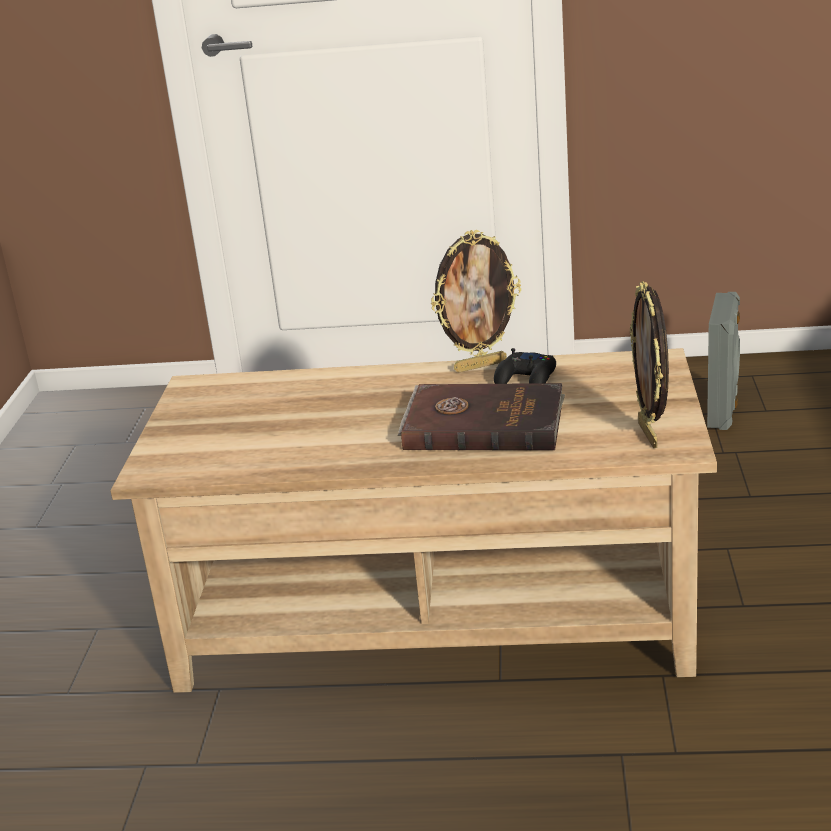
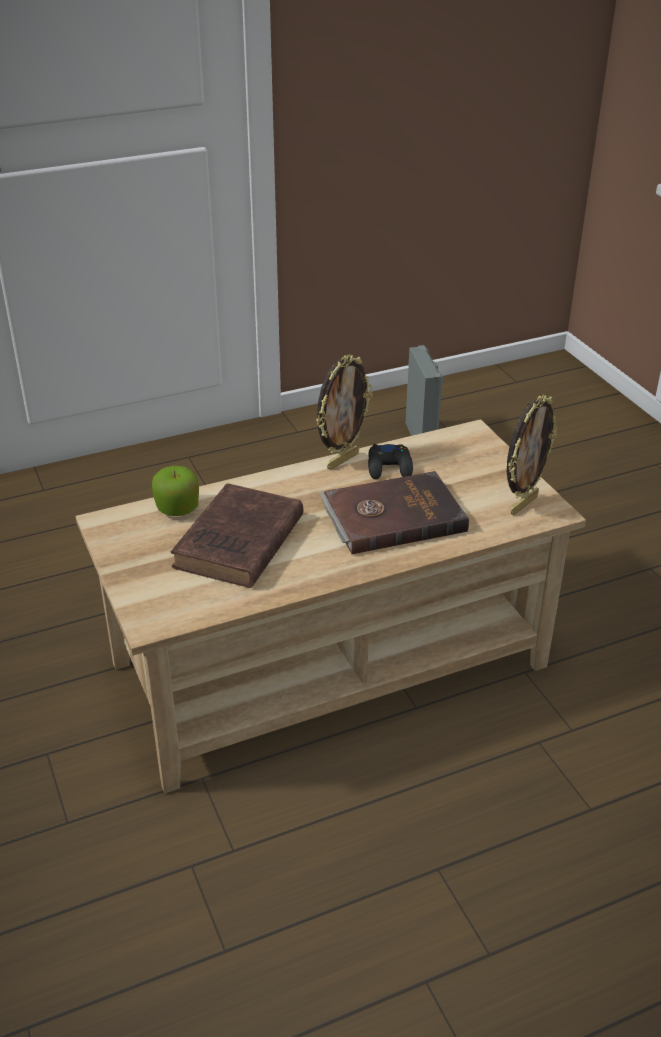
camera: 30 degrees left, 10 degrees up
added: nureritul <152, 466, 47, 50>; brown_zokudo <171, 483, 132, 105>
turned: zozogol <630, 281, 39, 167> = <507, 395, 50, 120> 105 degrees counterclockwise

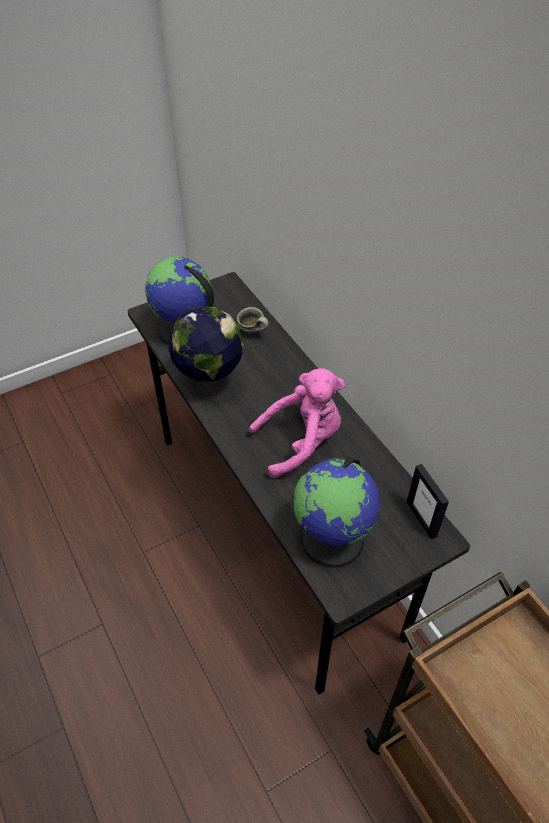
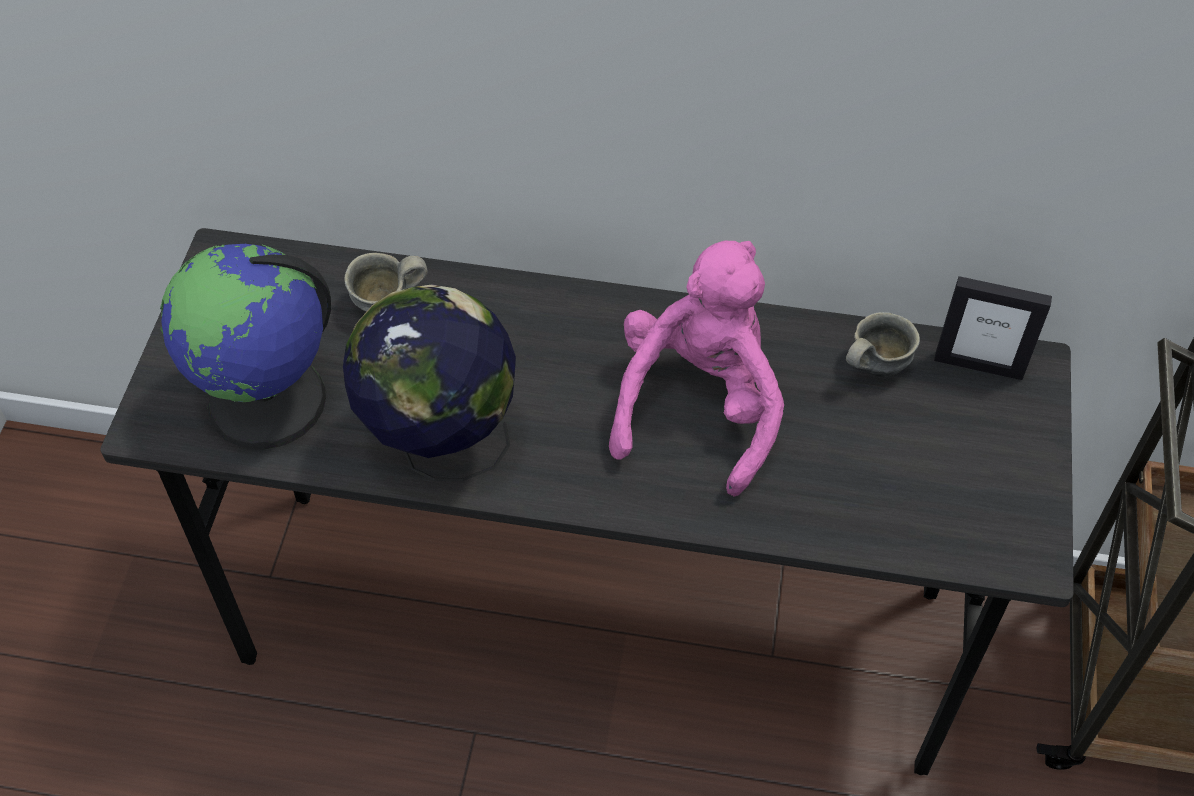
camera: 50 degrees left, 5 degrees up
removed: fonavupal <294, 457, 86, 111>
added: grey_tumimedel <846, 312, 74, 65>

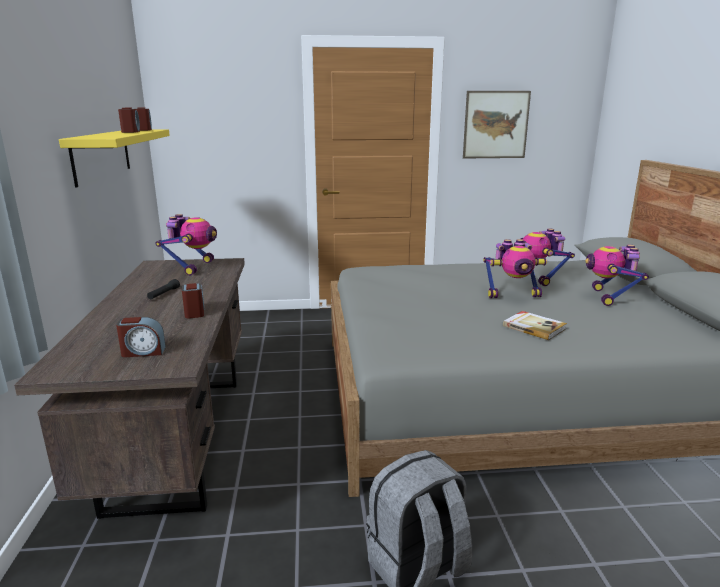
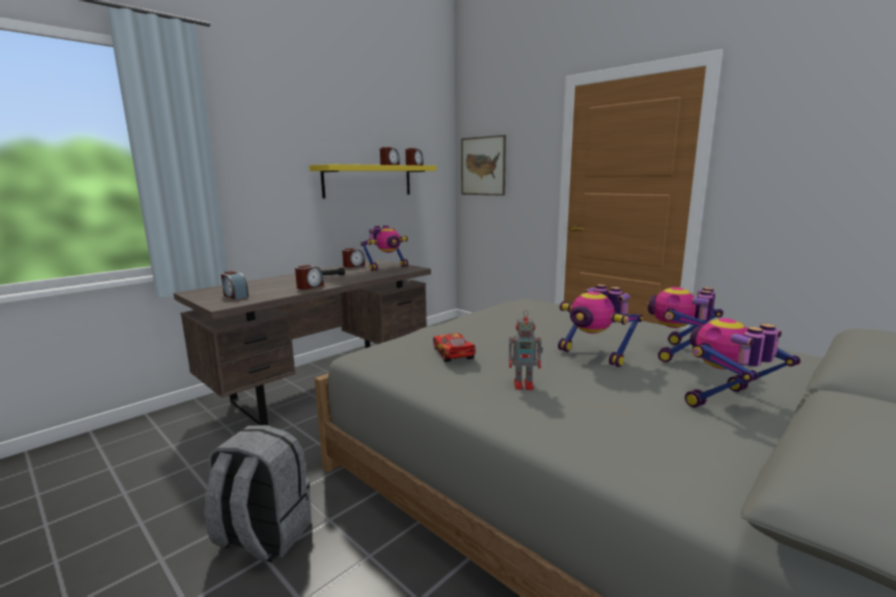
camera: 50 degrees right, 5 degrees down
added: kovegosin <342, 248, 23, 20>; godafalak <433, 333, 43, 29>
moved: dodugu <463, 91, 68, 68> to <461, 135, 45, 61>
replaced: zokudo <503, 311, 64, 29> to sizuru <509, 310, 34, 80>

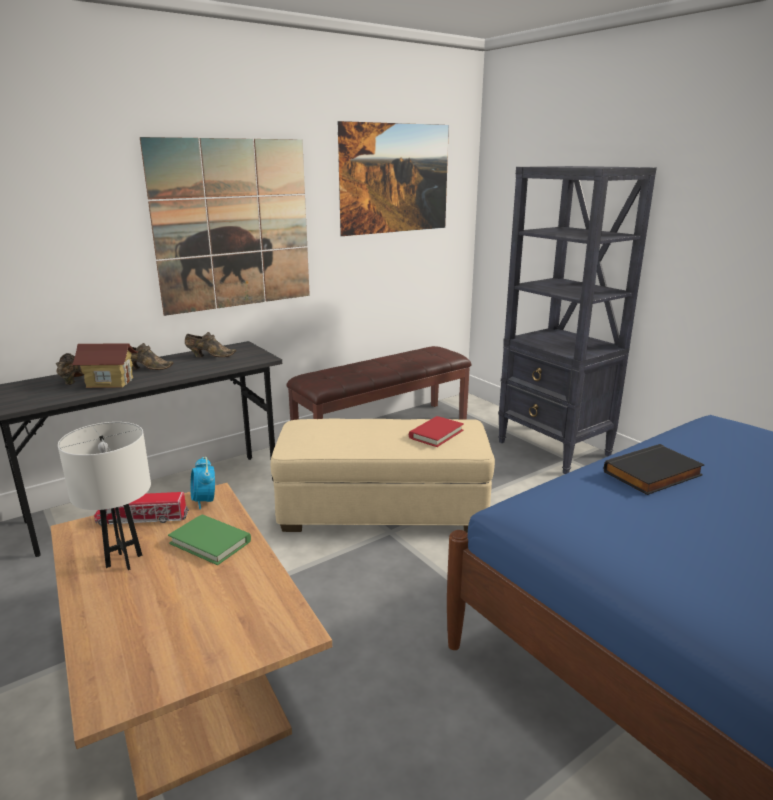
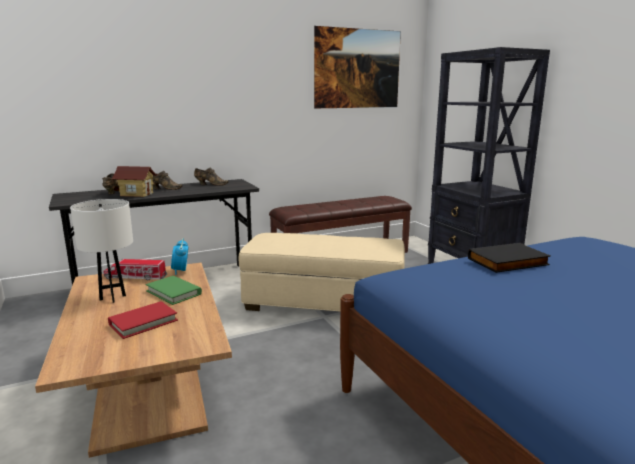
camera: 10 degrees right, 5 degrees down
removed: dodugu <140, 137, 170, 179>
moved: red_zokudo <409, 416, 55, 31> to <108, 301, 70, 38>

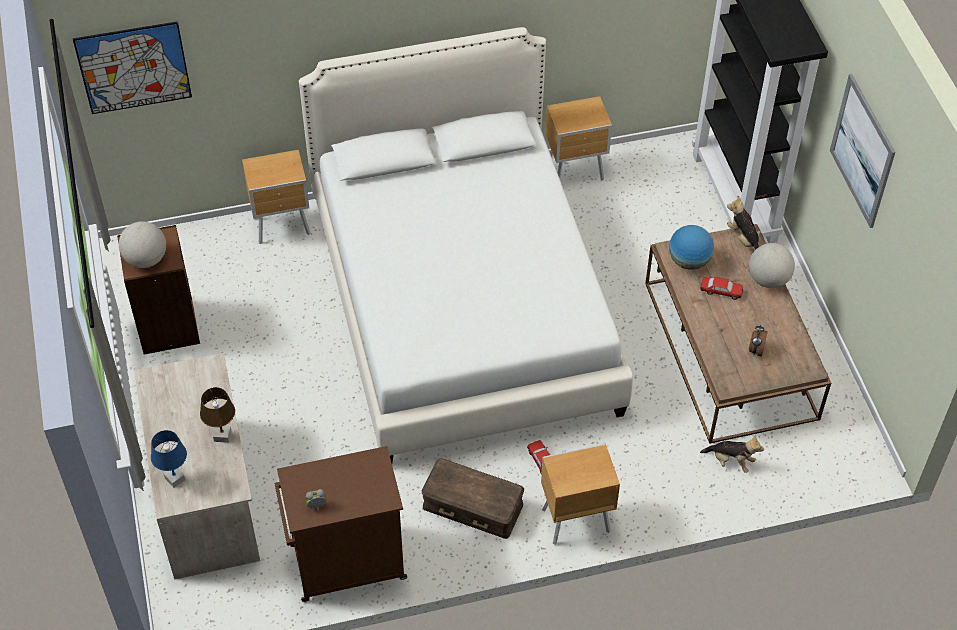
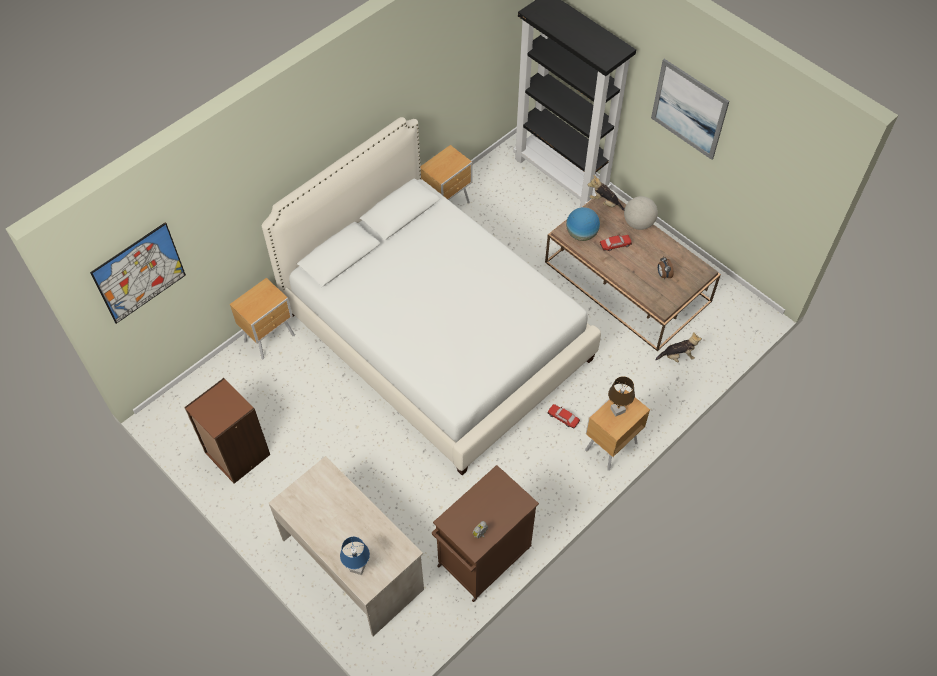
camera: 30 degrees left, 5 degrees up
removed: fonavupal <119, 221, 47, 47>; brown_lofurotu <422, 459, 102, 80>
moved: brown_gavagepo <200, 387, 35, 56> to <608, 376, 27, 41>

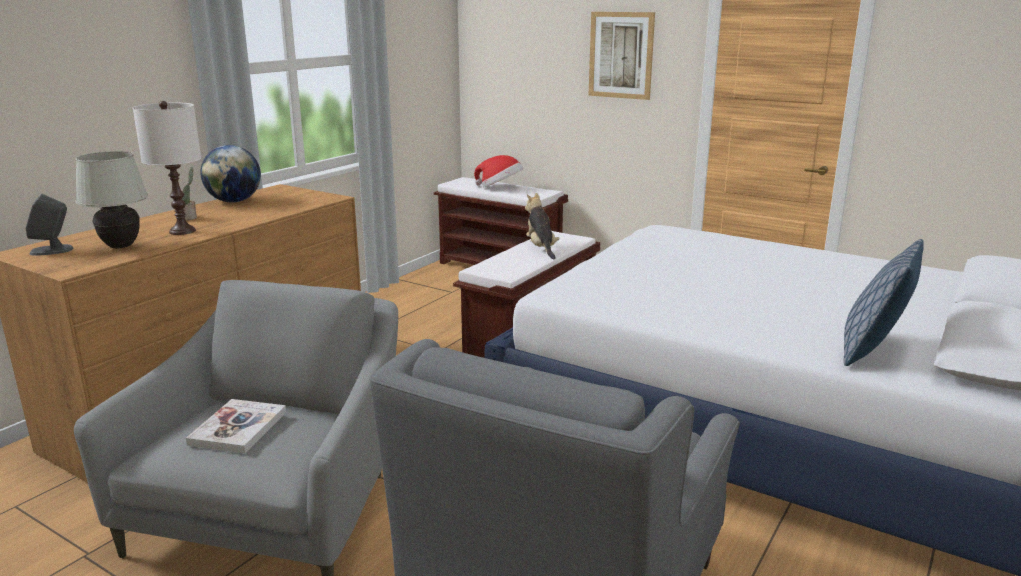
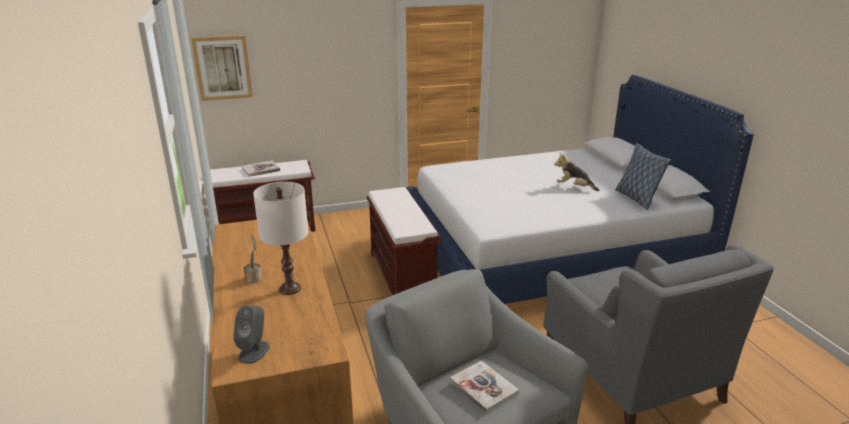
camera: 50 degrees left, 5 degrees up
removed: white_gavagepo <75, 151, 73, 97>; fonavupal <200, 145, 61, 58>
moved: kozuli <525, 193, 35, 66> to <554, 153, 45, 38>; dodugu <588, 12, 67, 88> to <191, 35, 62, 66>
replaced: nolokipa <474, 155, 49, 32> to zokudo <242, 160, 38, 17>

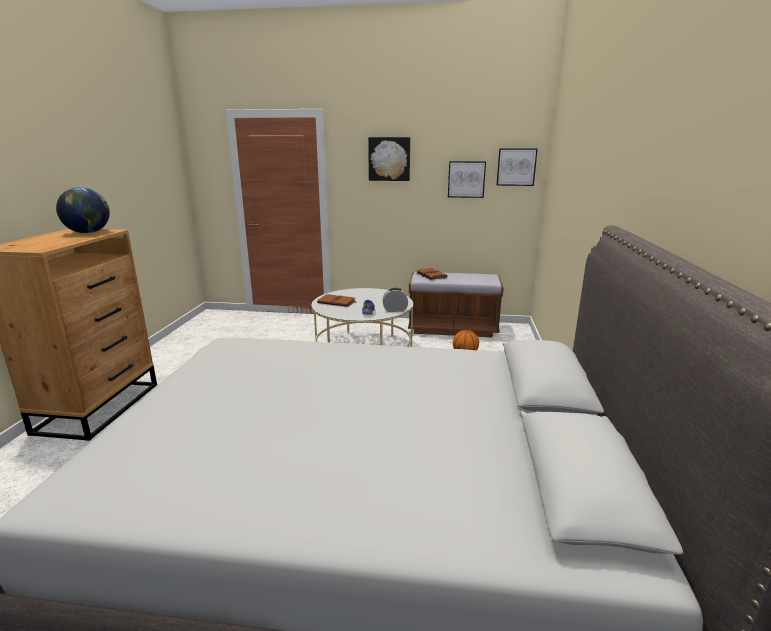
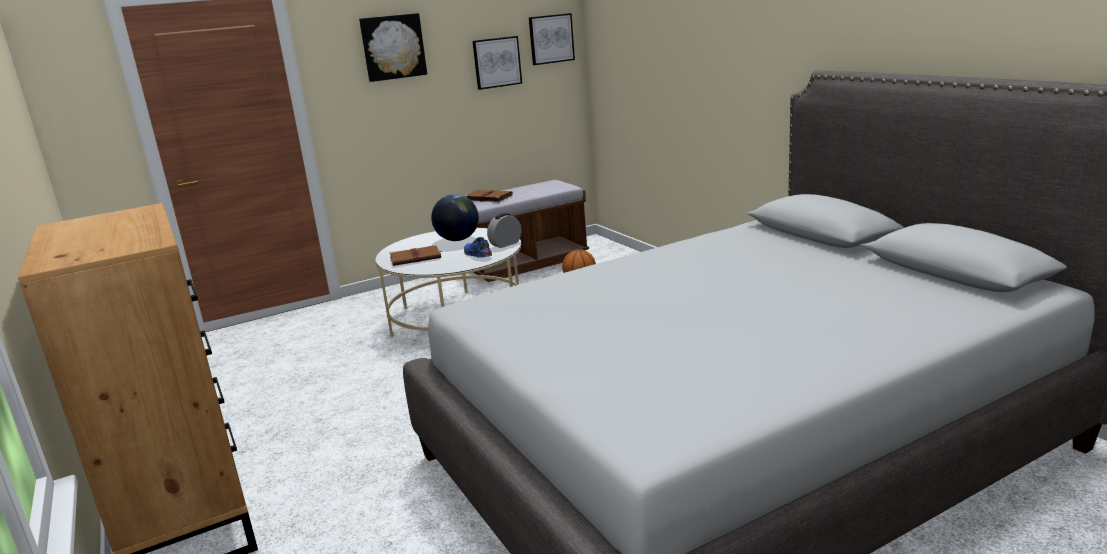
camera: 35 degrees left, 0 degrees up
moved: fonavupal <56, 187, 54, 46> to <431, 194, 48, 47>

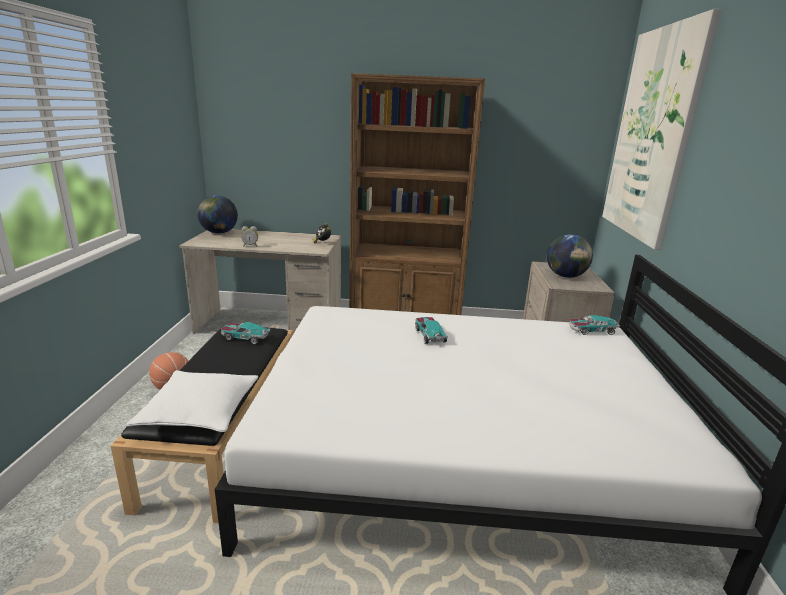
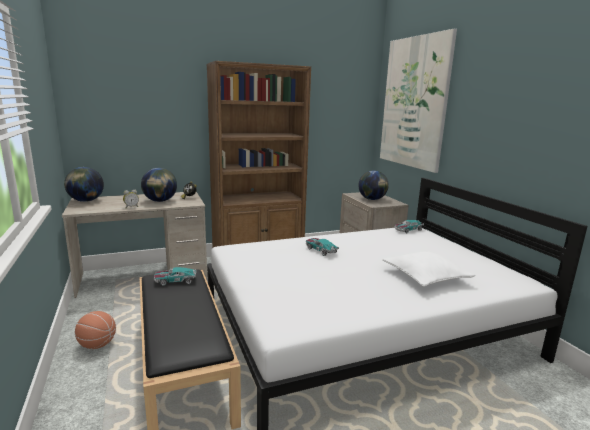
camera: 25 degrees left, 5 degrees down
added: fonavupal <141, 168, 36, 34>
moved: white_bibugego <126, 370, 132, 62> to <382, 251, 93, 36>

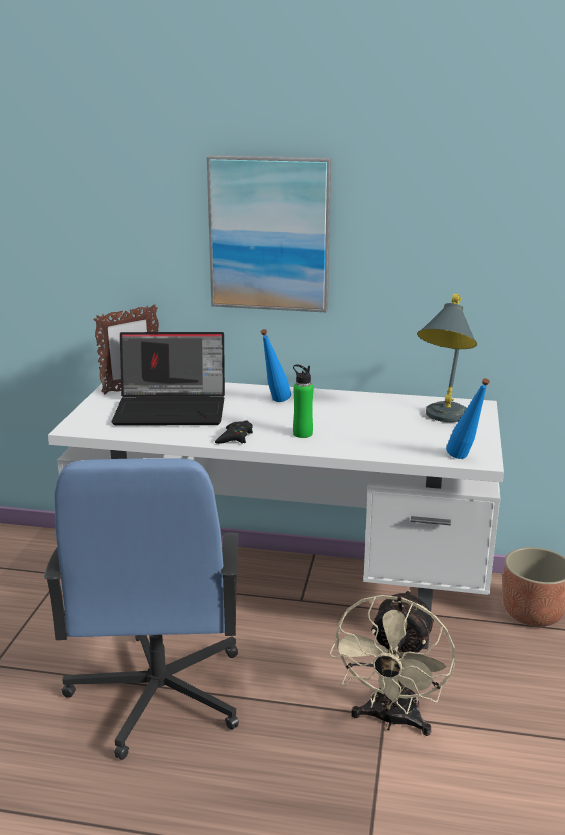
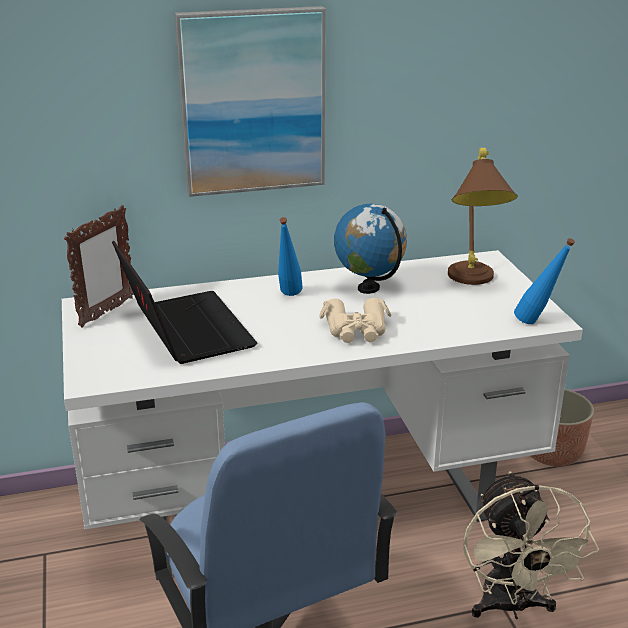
camera: 25 degrees left, 5 degrees up
removed: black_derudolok <215, 420, 38, 24>
added: fonavupal <334, 204, 73, 90>
replaced: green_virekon <293, 364, 20, 74> to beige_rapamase <319, 298, 73, 45>
recoloured: grey_gavagepo <417, 294, 60, 128> to brown_gavagepo <448, 148, 70, 137>
turned: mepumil <111, 332, 114, 93> = <112, 241, 145, 123> 90 degrees counterclockwise

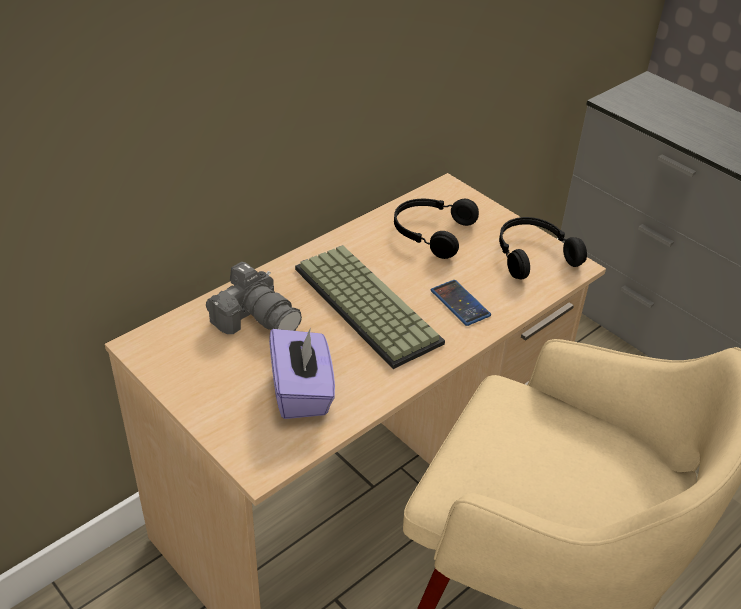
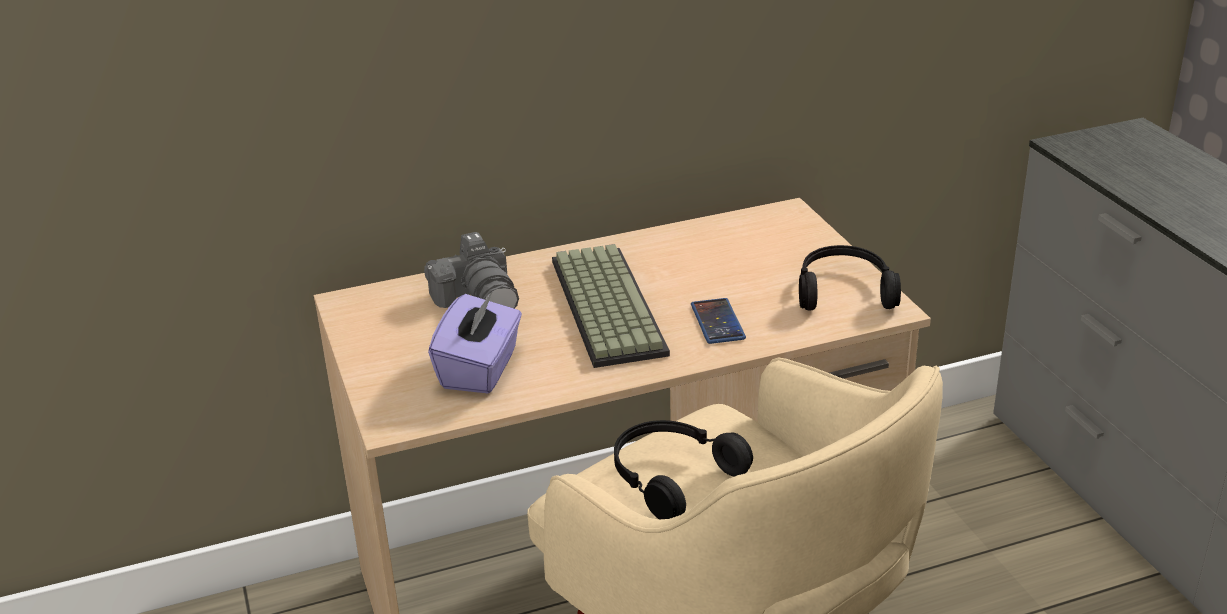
camera: 25 degrees right, 10 degrees down
moved: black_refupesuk <394, 199, 85, 60> to <614, 420, 139, 99>

